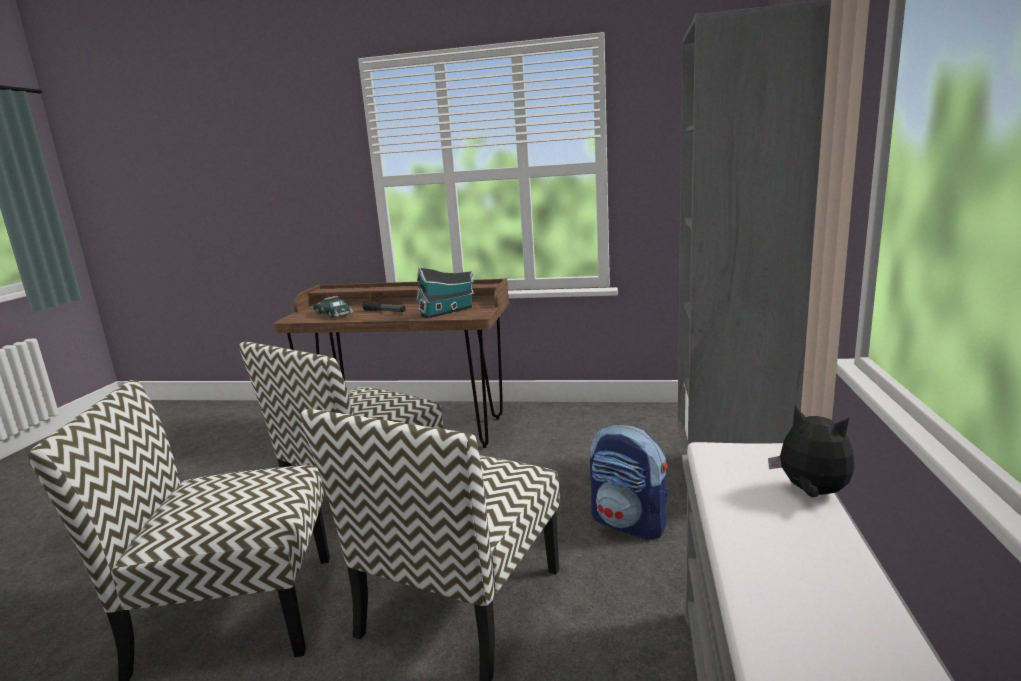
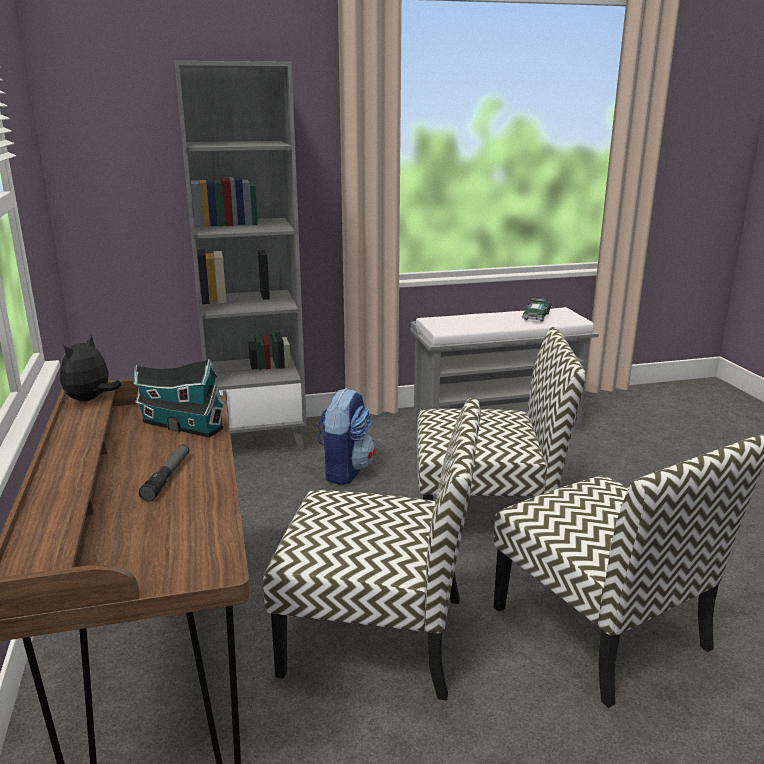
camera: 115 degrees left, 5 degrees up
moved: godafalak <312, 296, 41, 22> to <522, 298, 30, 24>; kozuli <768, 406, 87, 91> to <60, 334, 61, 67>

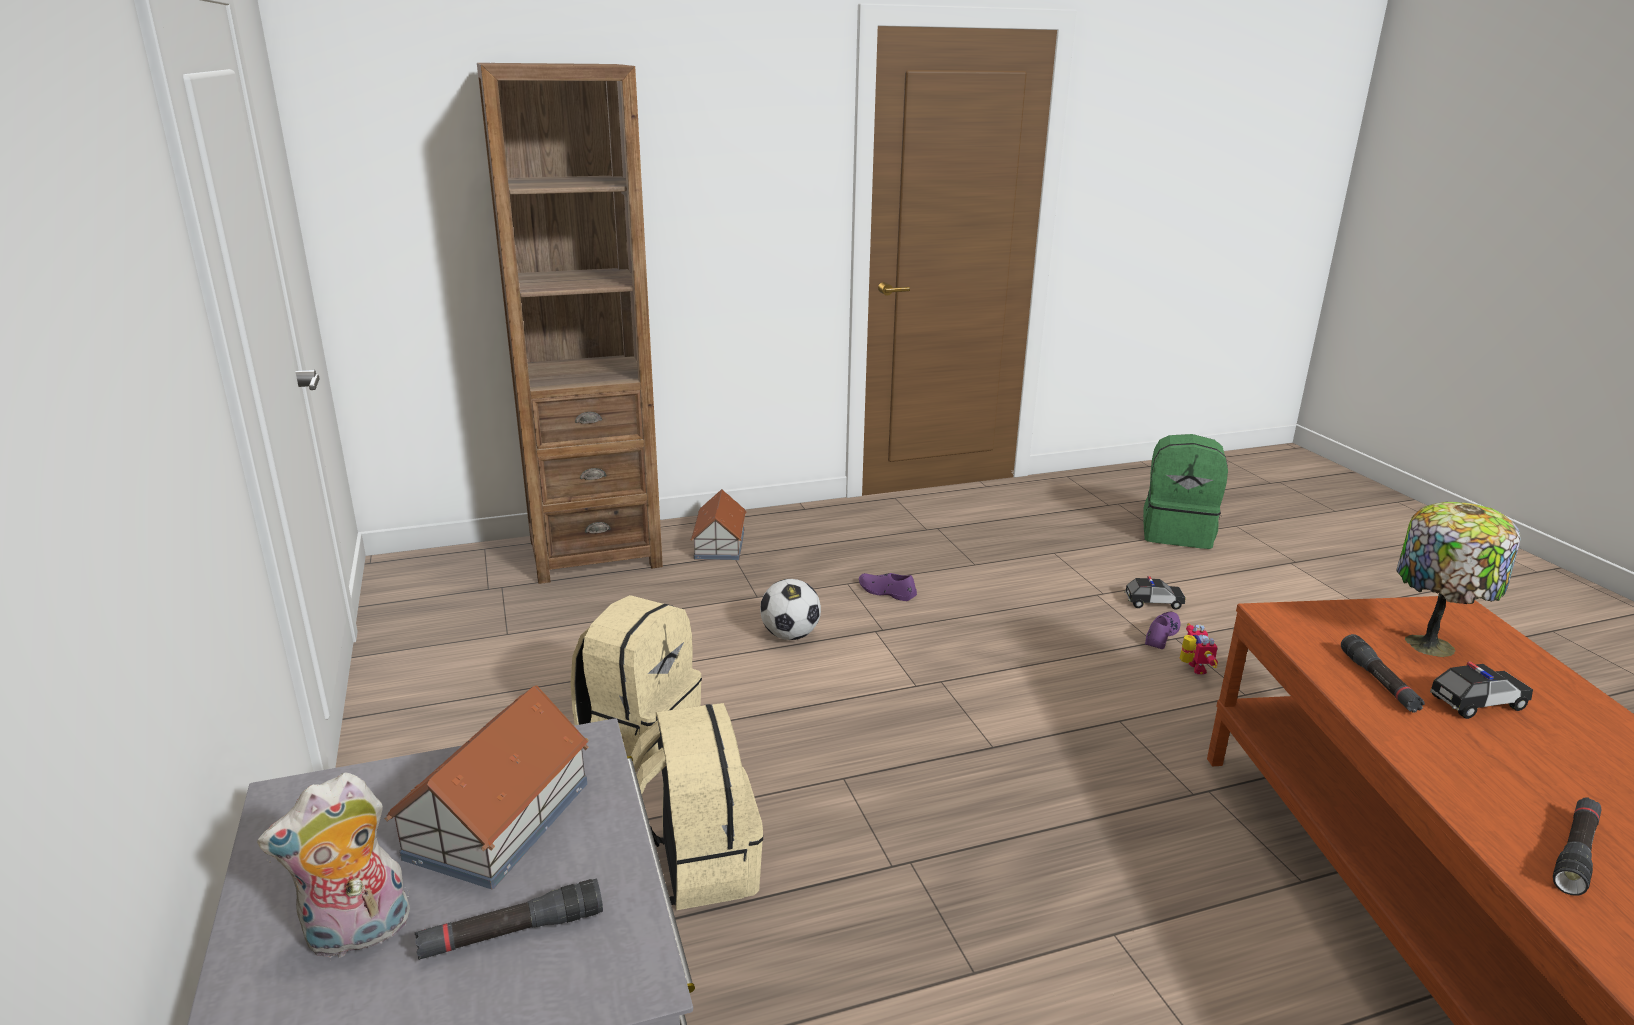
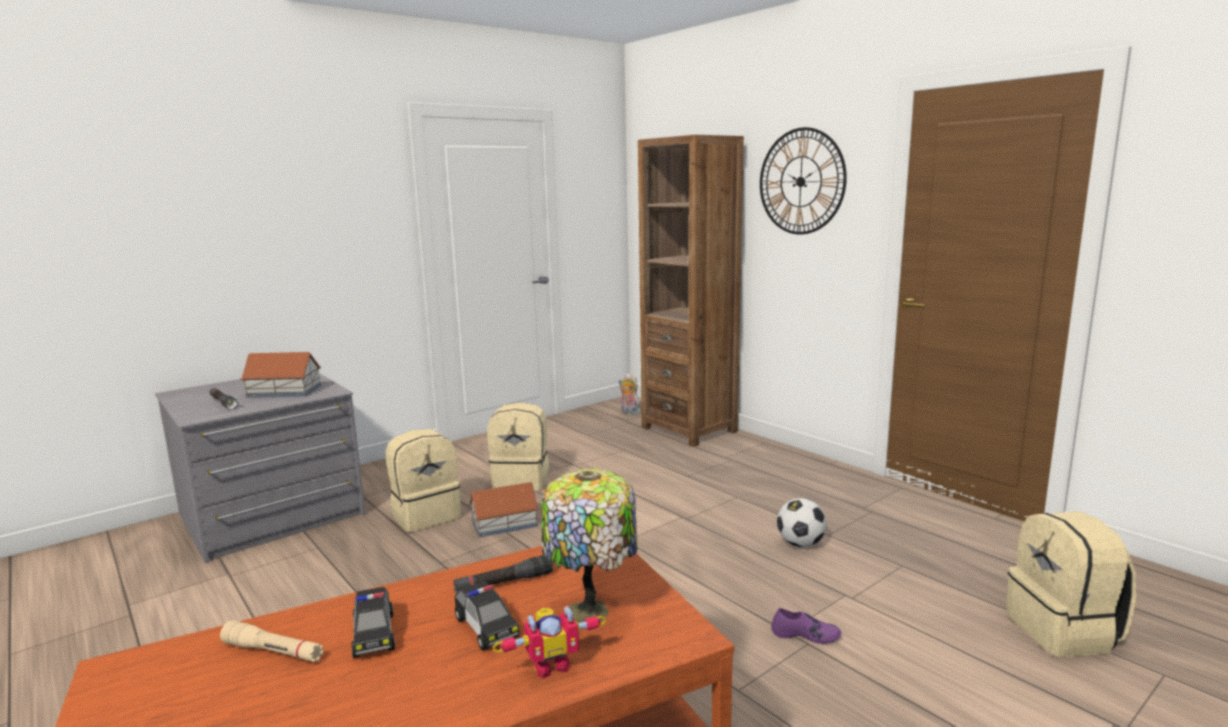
camera: 70 degrees right, 10 degrees down
removed: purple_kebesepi <859, 573, 58, 28>
added: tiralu <760, 127, 87, 108>
moved: kozuli <257, 772, 153, 188> to <619, 374, 22, 41>; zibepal <690, 489, 57, 71> to <469, 482, 70, 56>; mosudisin <760, 579, 61, 61> to <777, 498, 49, 49>; godafalak <1124, 576, 62, 34> to <352, 587, 43, 71>; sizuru <1180, 623, 38, 52> to <493, 606, 114, 73>
recoloured: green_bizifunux <1143, 434, 85, 115> to beige_bizifunux <1006, 511, 130, 146>; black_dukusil <1553, 798, 49, 98> to beige_dukusil <220, 621, 104, 41>

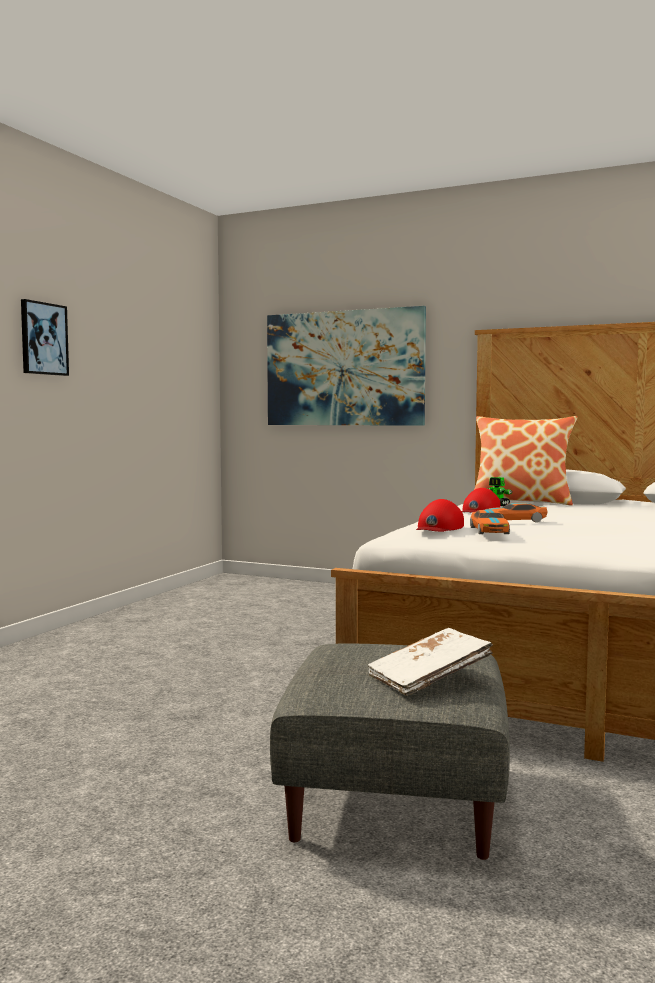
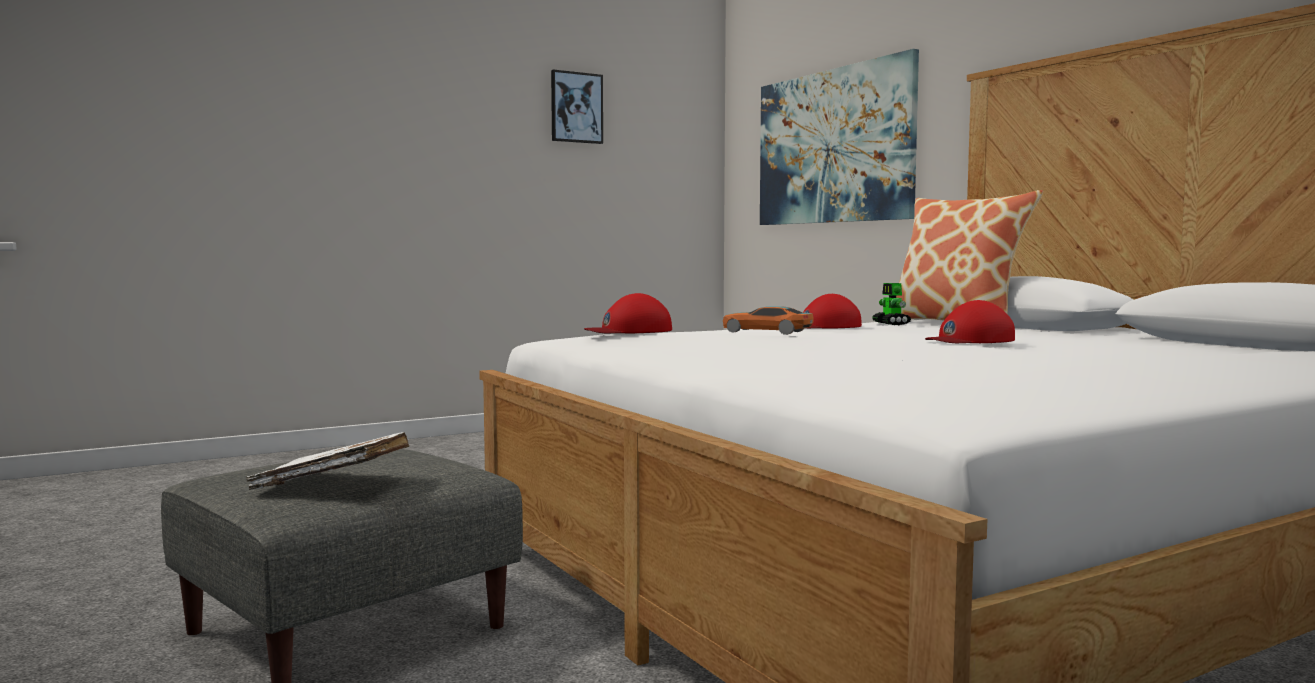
camera: 35 degrees right, 0 degrees up
removed: godafalak <470, 510, 40, 24>
added: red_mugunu <925, 300, 90, 43>
moved: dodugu <21, 299, 48, 77> to <551, 70, 52, 74>

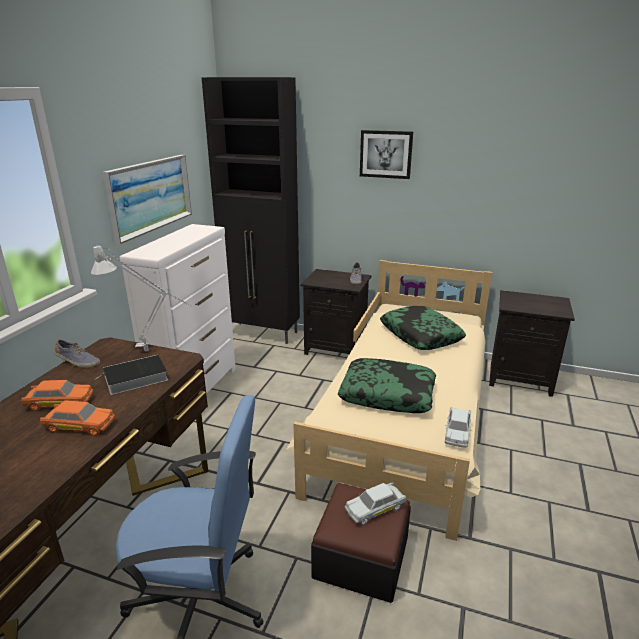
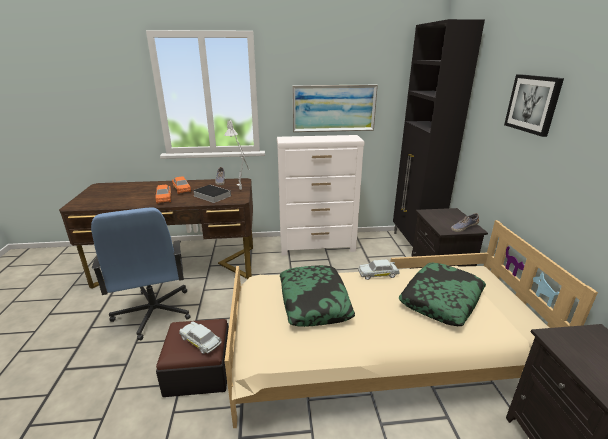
camera: 65 degrees right, 0 degrees up
moved: white_godafalak <445, 407, 26, 41> to <358, 260, 42, 20>

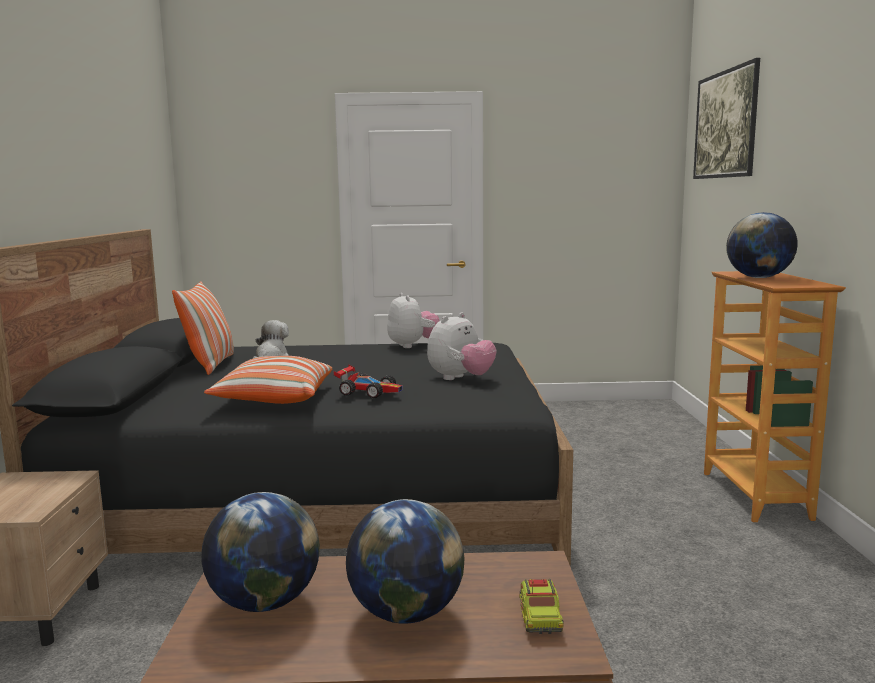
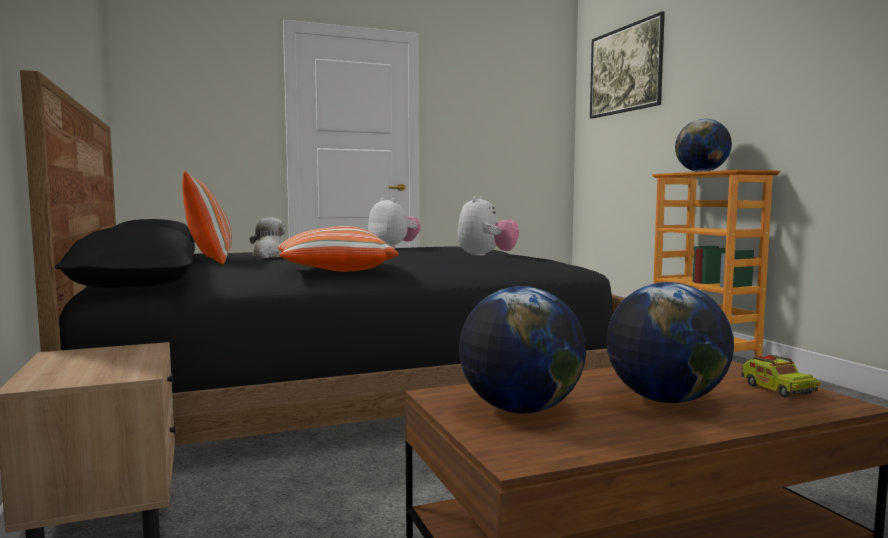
camera: 20 degrees left, 5 degrees down
removed: godafalak <334, 364, 68, 35>

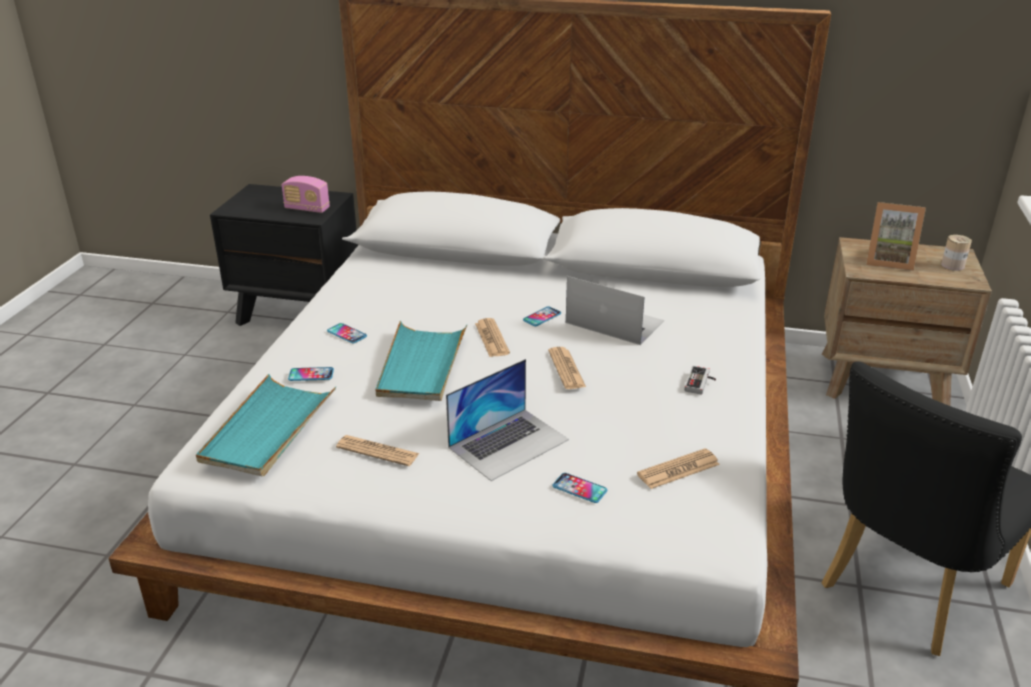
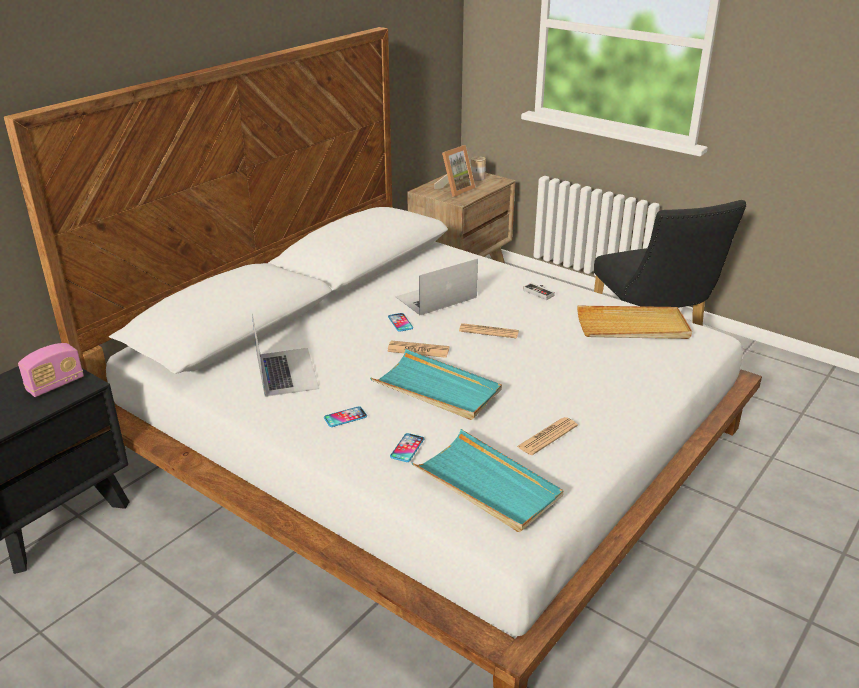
camera: 65 degrees left, 0 degrees up
removed: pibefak <553, 473, 54, 30>
moved: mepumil <446, 359, 123, 122> to <252, 313, 67, 84>
replaced: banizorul <637, 448, 83, 41> to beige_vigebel <577, 306, 115, 33>

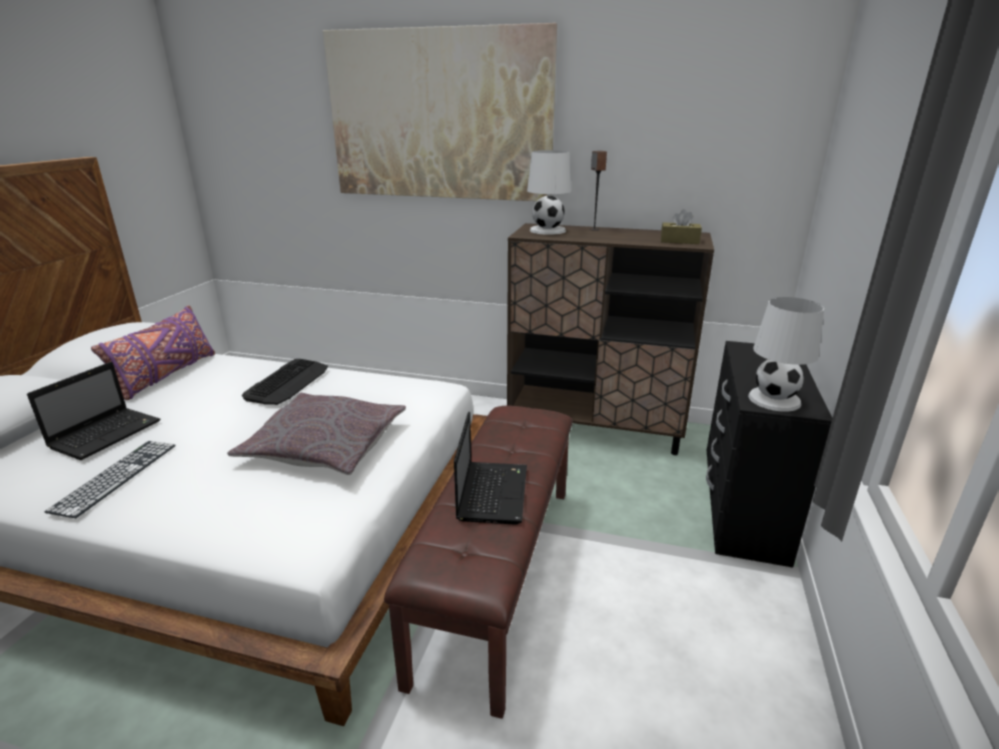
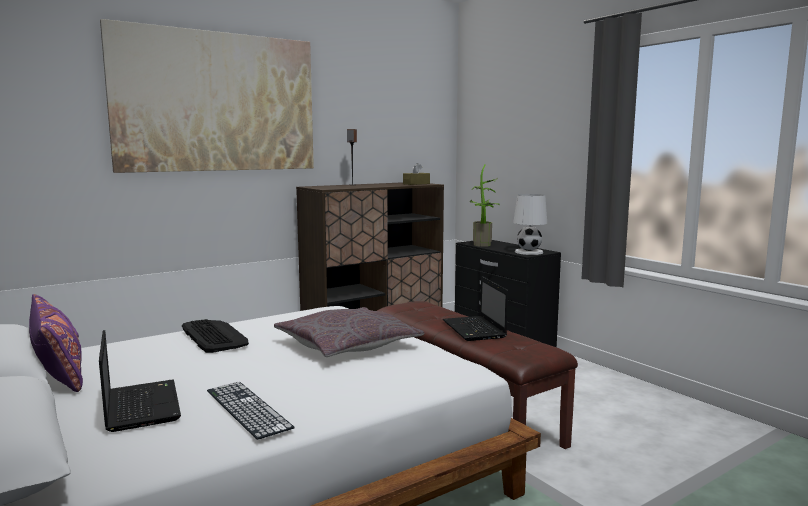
camera: 50 degrees left, 15 degrees down
removed: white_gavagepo <527, 150, 44, 85>
added: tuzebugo <470, 164, 30, 83>
turned: mepumil <454, 412, 73, 113> = <443, 276, 65, 65> 150 degrees counterclockwise

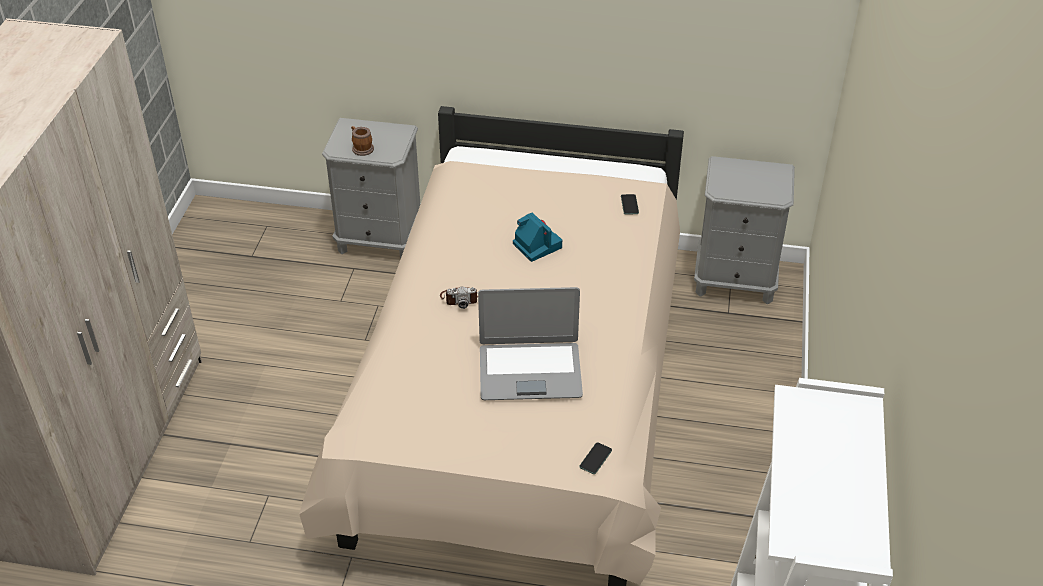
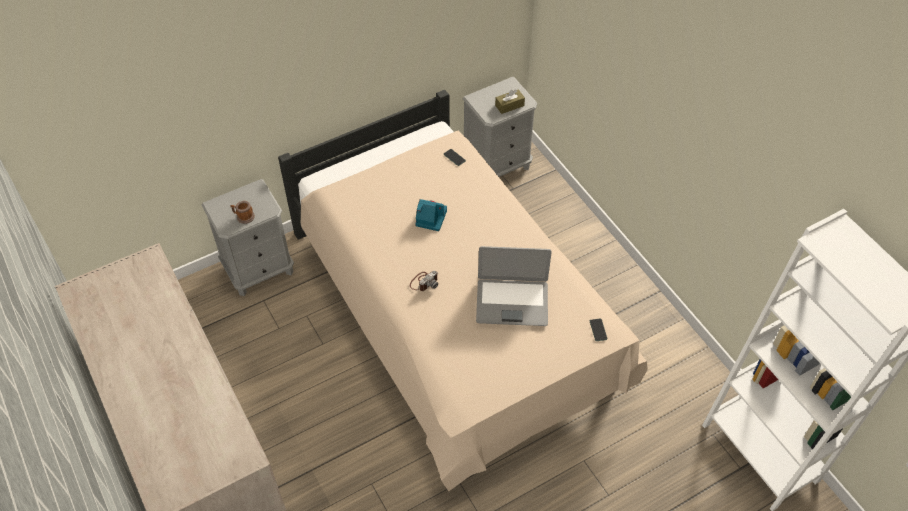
camera: 40 degrees left, 10 degrees up
added: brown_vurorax <495, 89, 30, 25>
turned: mepumil <478, 287, 105, 113> = <476, 246, 76, 80> 45 degrees clockwise

